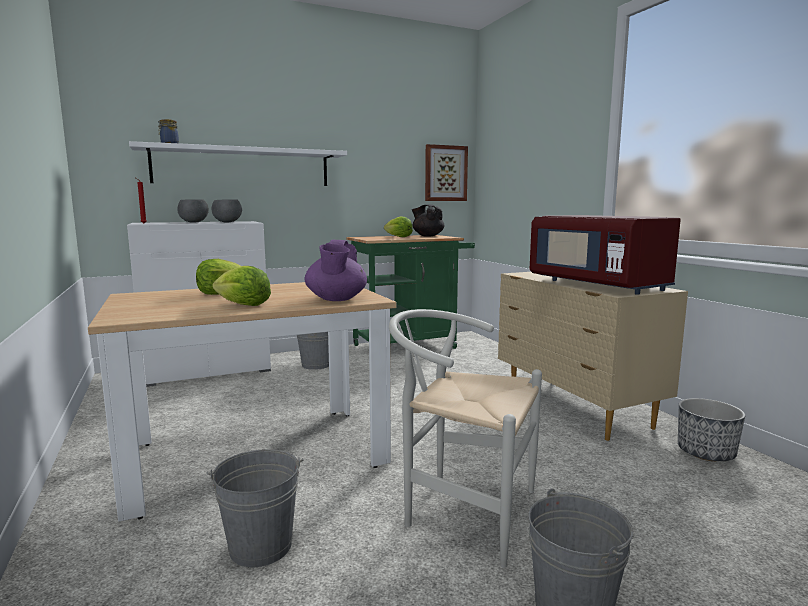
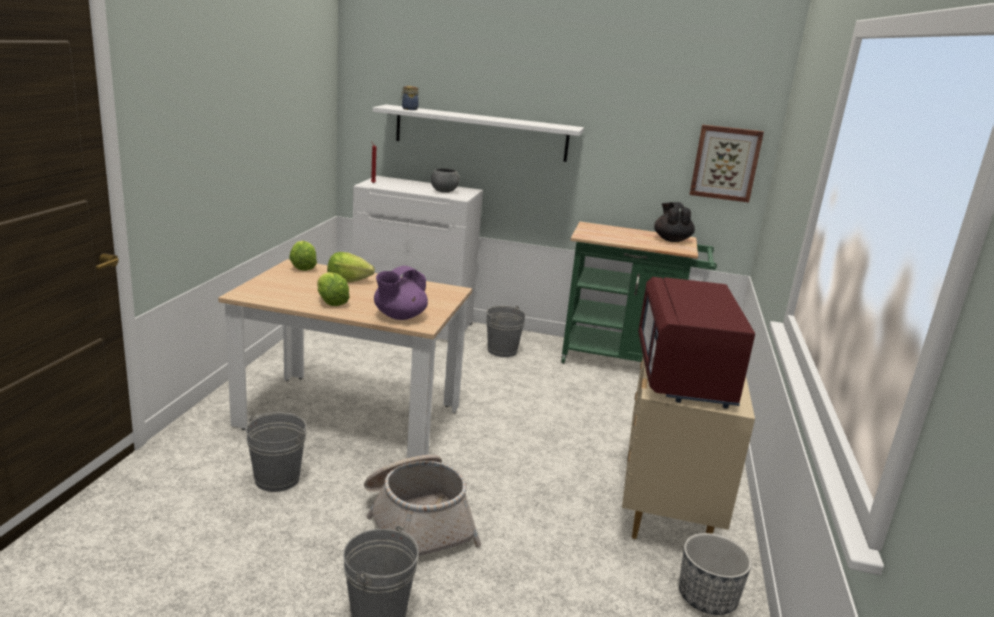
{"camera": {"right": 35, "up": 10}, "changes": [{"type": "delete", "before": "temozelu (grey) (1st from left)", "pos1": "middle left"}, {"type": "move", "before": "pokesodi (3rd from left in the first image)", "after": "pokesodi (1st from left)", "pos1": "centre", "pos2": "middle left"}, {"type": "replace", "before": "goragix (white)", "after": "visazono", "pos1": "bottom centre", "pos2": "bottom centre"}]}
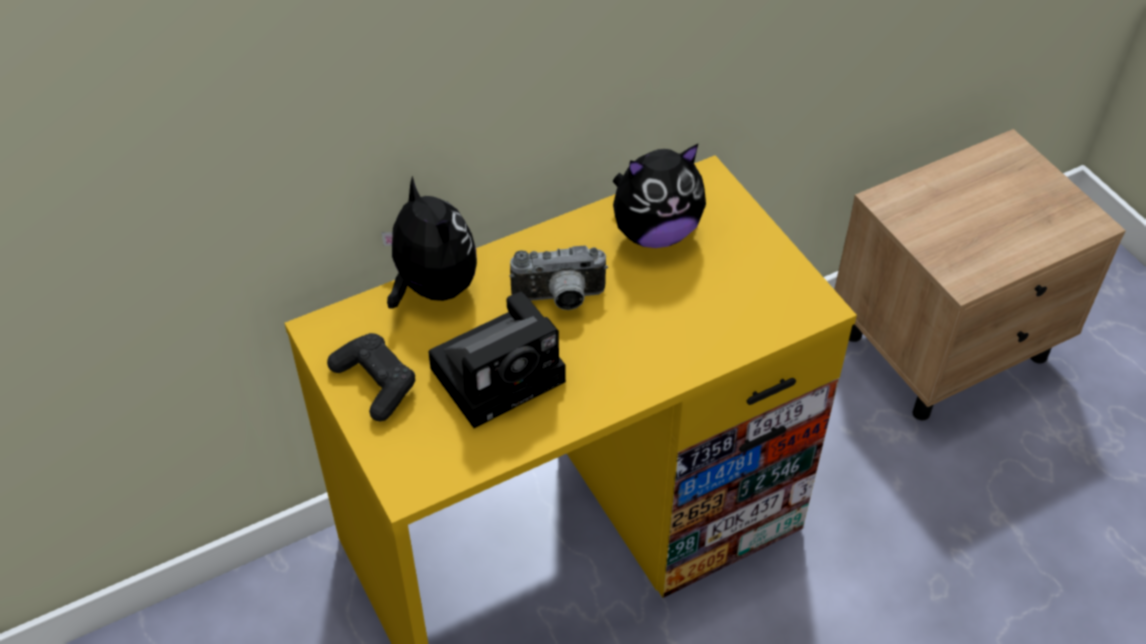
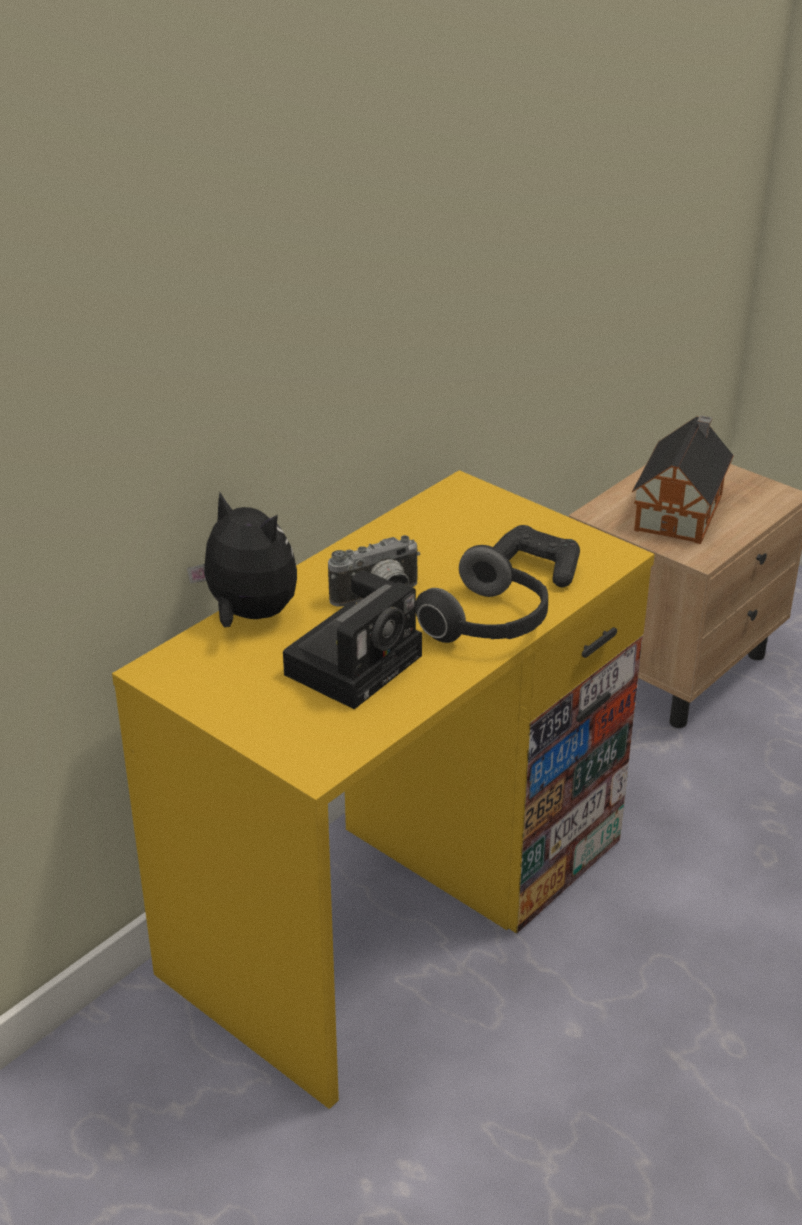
{"camera": {"right": -20, "up": -15}, "changes": [{"type": "delete", "before": "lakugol (2nd from left)", "pos1": "top centre"}, {"type": "insert", "after": "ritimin", "pos2": "centre"}, {"type": "insert", "after": "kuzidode", "pos2": "middle right"}, {"type": "move", "before": "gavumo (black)", "pos1": "middle left", "pos2": "middle right"}]}
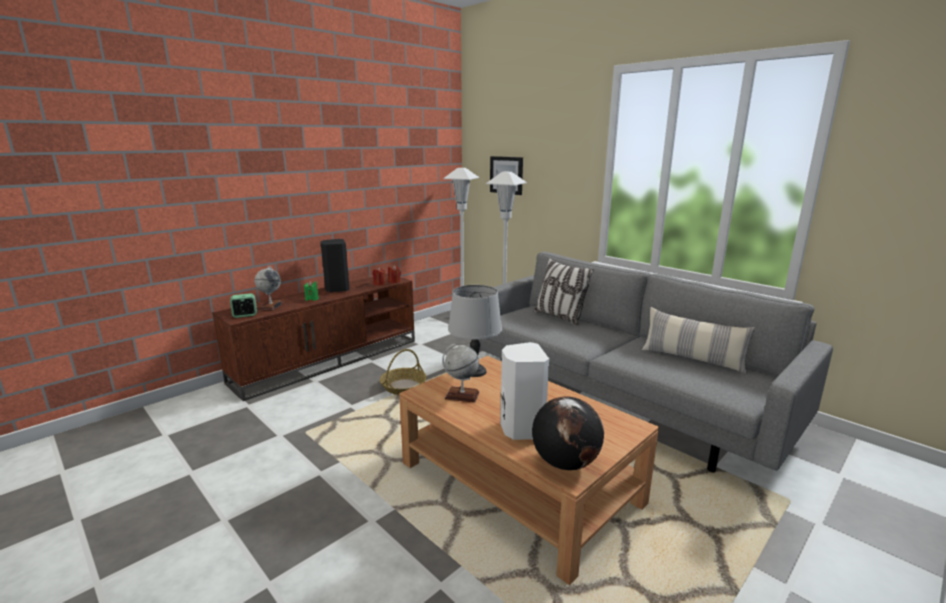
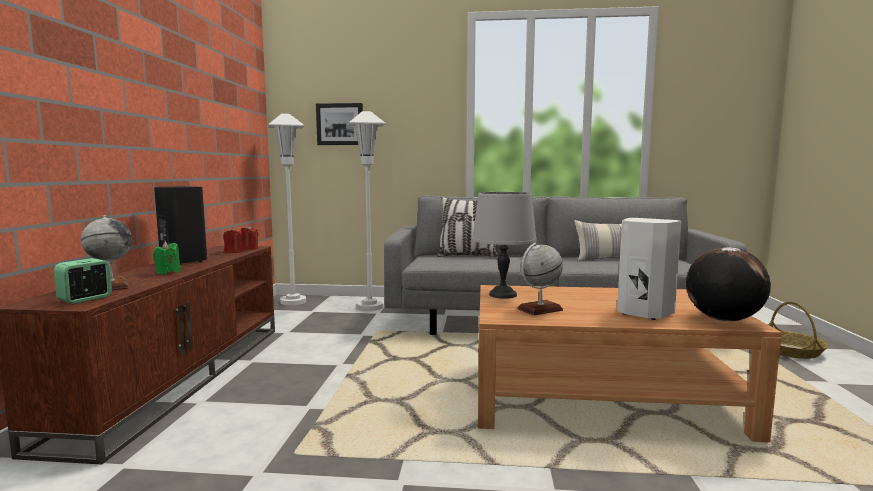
{"camera": {"right": -40, "up": -10}, "changes": [{"type": "move", "before": "visazono", "pos1": "centre", "pos2": "bottom right"}]}
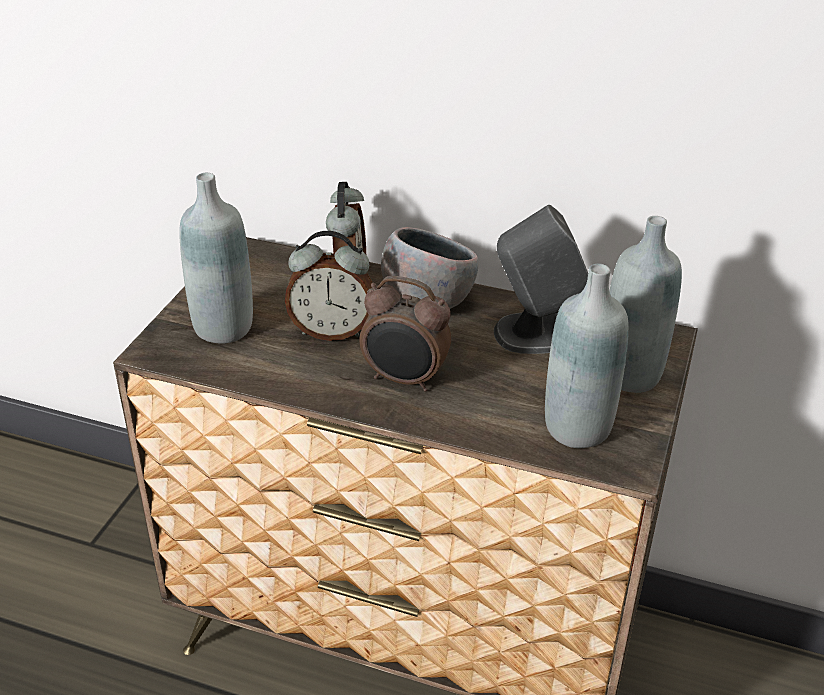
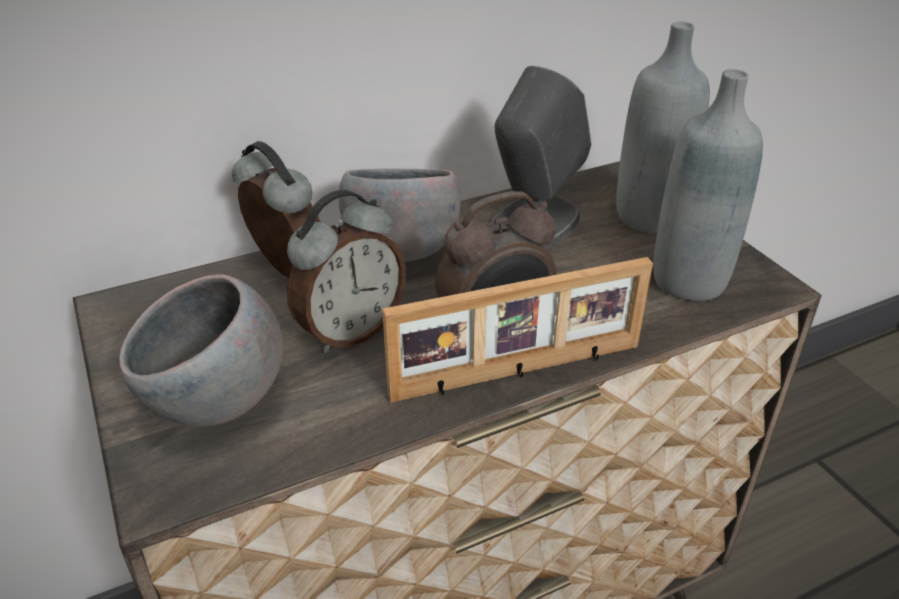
{"camera": {"right": -45, "up": 0}, "changes": [{"type": "insert", "after": "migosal", "pos2": "centre"}, {"type": "replace", "before": "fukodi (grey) (1st from left)", "after": "temozelu (grey) (1st from left)", "pos1": "middle left", "pos2": "middle left"}]}
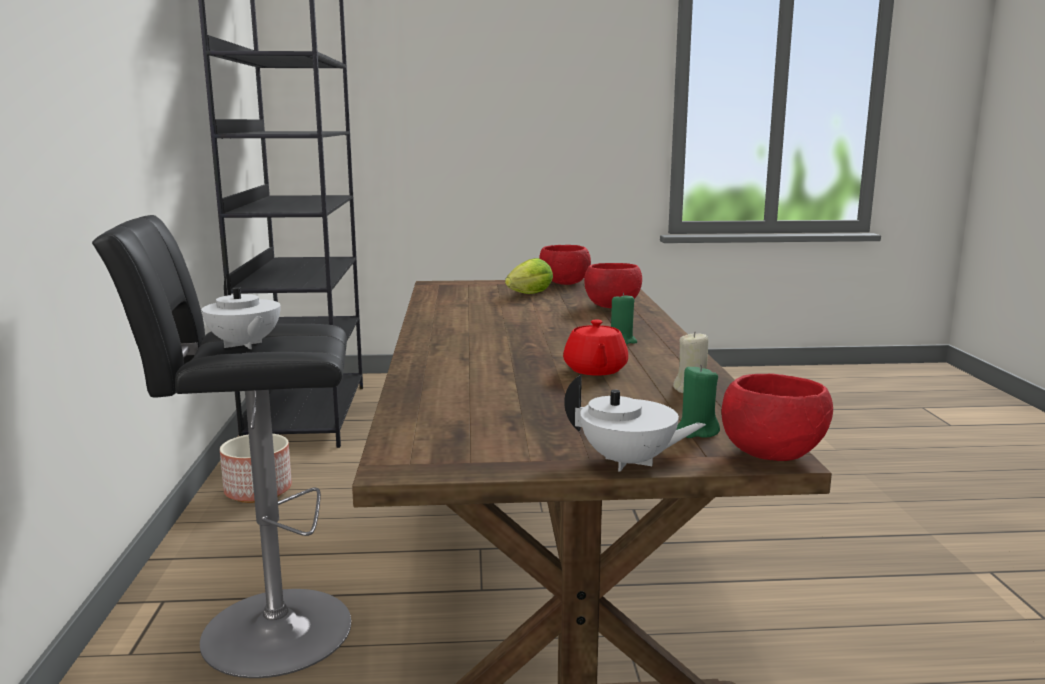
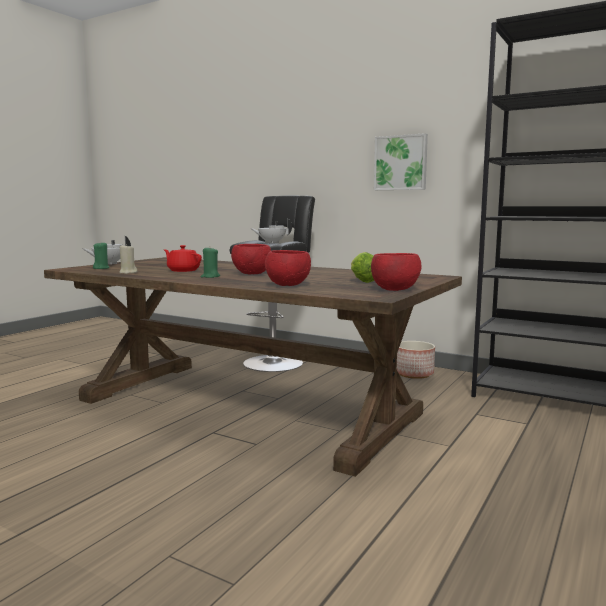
{"camera": {"right": 125, "up": -5}, "changes": [{"type": "insert", "after": "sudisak", "pos2": "top centre"}, {"type": "move", "before": "temozelu (red) (3rd from left in the first image)", "after": "temozelu (red) (1st from left)", "pos1": "middle right", "pos2": "centre"}]}
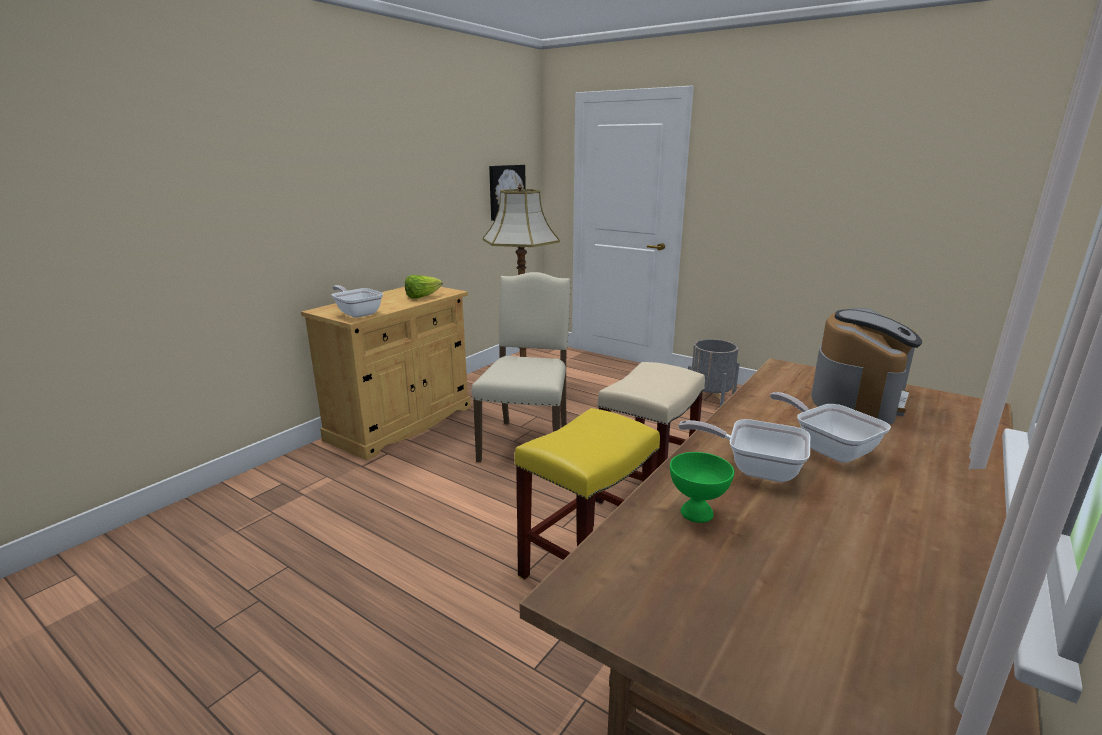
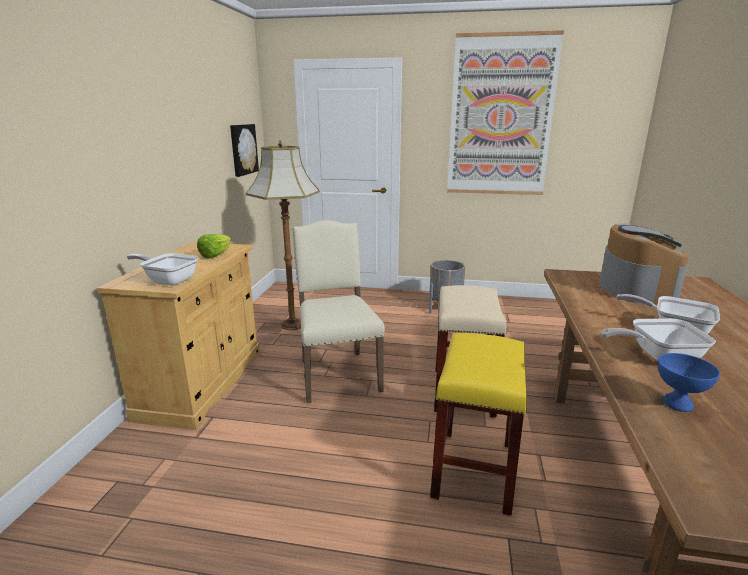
{"camera": {"right": -25, "up": 0}, "changes": [{"type": "insert", "after": "sudisak (2nd from left)", "pos2": "top right"}, {"type": "recolor", "before": "temozelu (green)", "after": "temozelu (blue)", "pos1": "centre", "pos2": "middle right"}]}
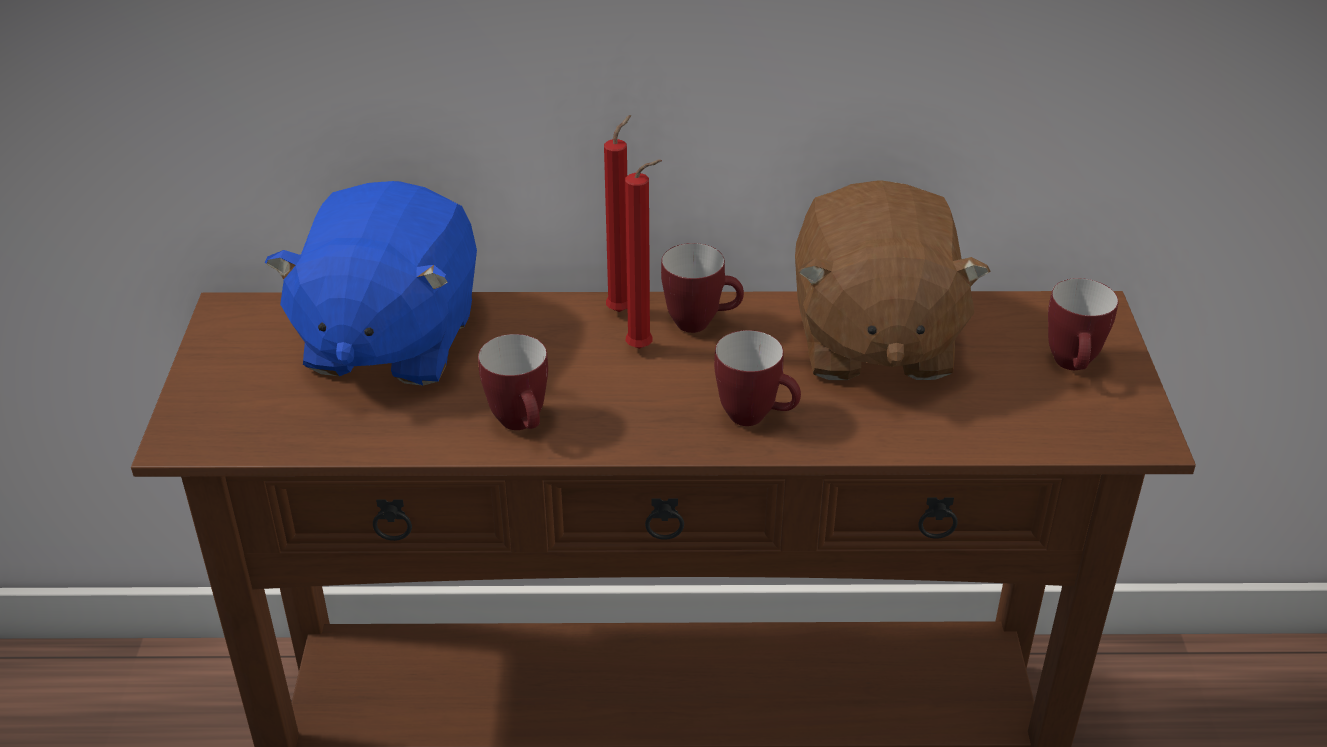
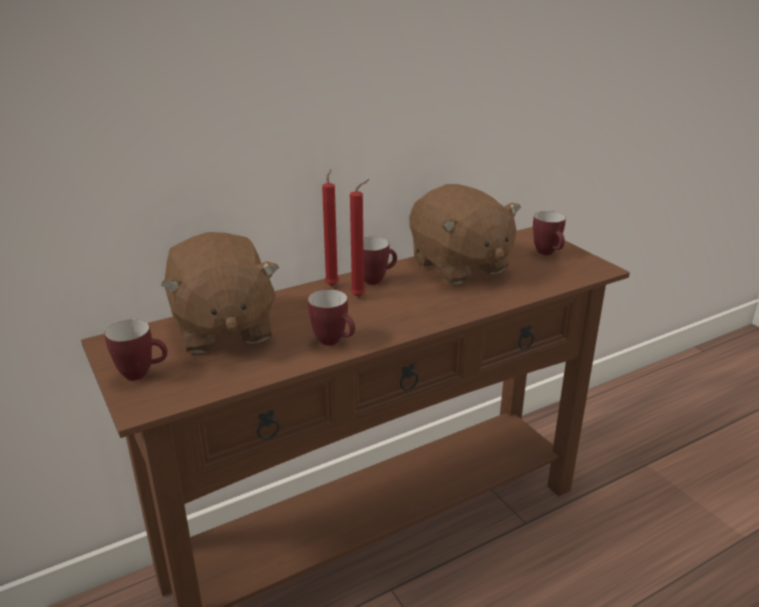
{"camera": {"right": -30, "up": -10}, "changes": [{"type": "move", "before": "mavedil (3rd from left in the first image)", "after": "mavedil (1st from left)", "pos1": "centre", "pos2": "middle left"}, {"type": "recolor", "before": "lakugol (blue)", "after": "lakugol (brown) (1st from left)", "pos1": "middle left", "pos2": "middle left"}]}
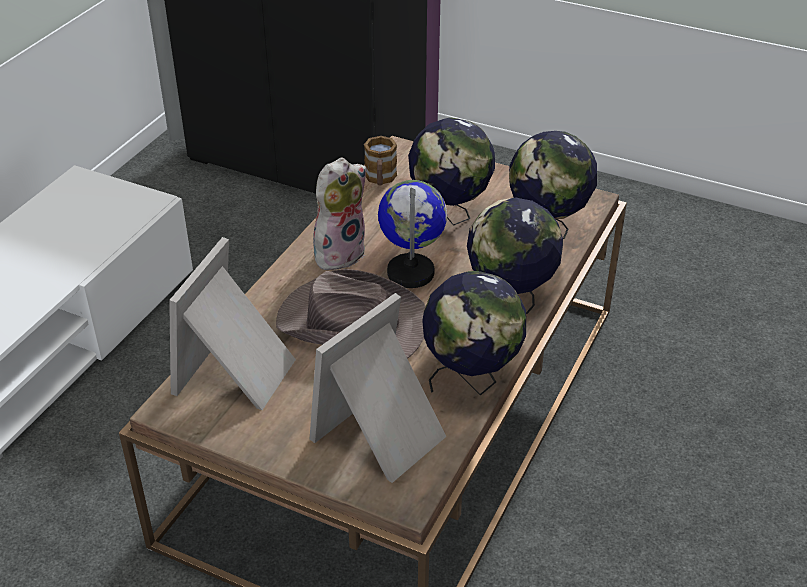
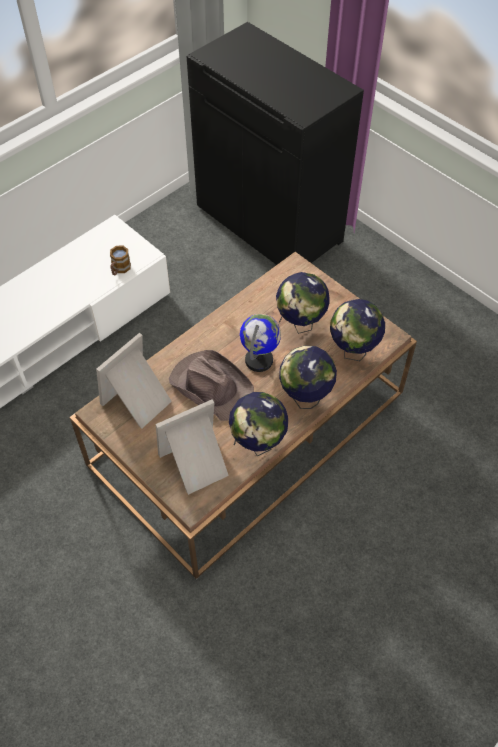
{"camera": {"right": 20, "up": 15}, "changes": [{"type": "delete", "before": "lakugol", "pos1": "centre"}, {"type": "move", "before": "mavedil", "pos1": "top centre", "pos2": "middle left"}]}
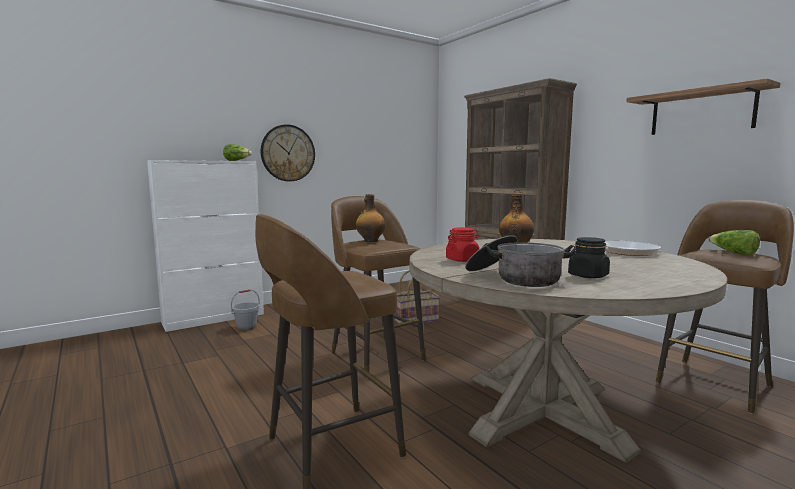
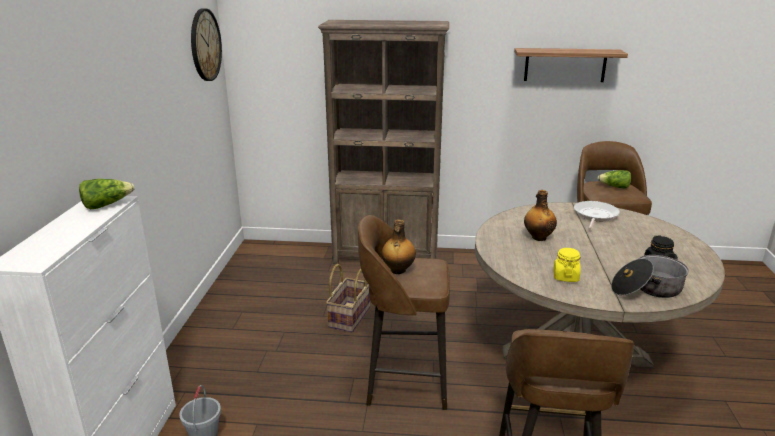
{"camera": {"right": -50, "up": 15}, "changes": [{"type": "move", "before": "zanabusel", "pos1": "top centre", "pos2": "top left"}, {"type": "recolor", "before": "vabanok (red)", "after": "vabanok (yellow)", "pos1": "centre", "pos2": "middle right"}]}
